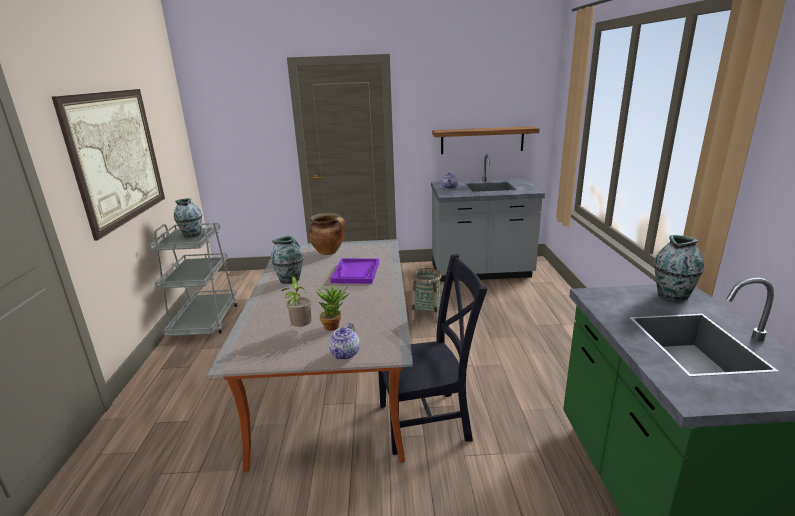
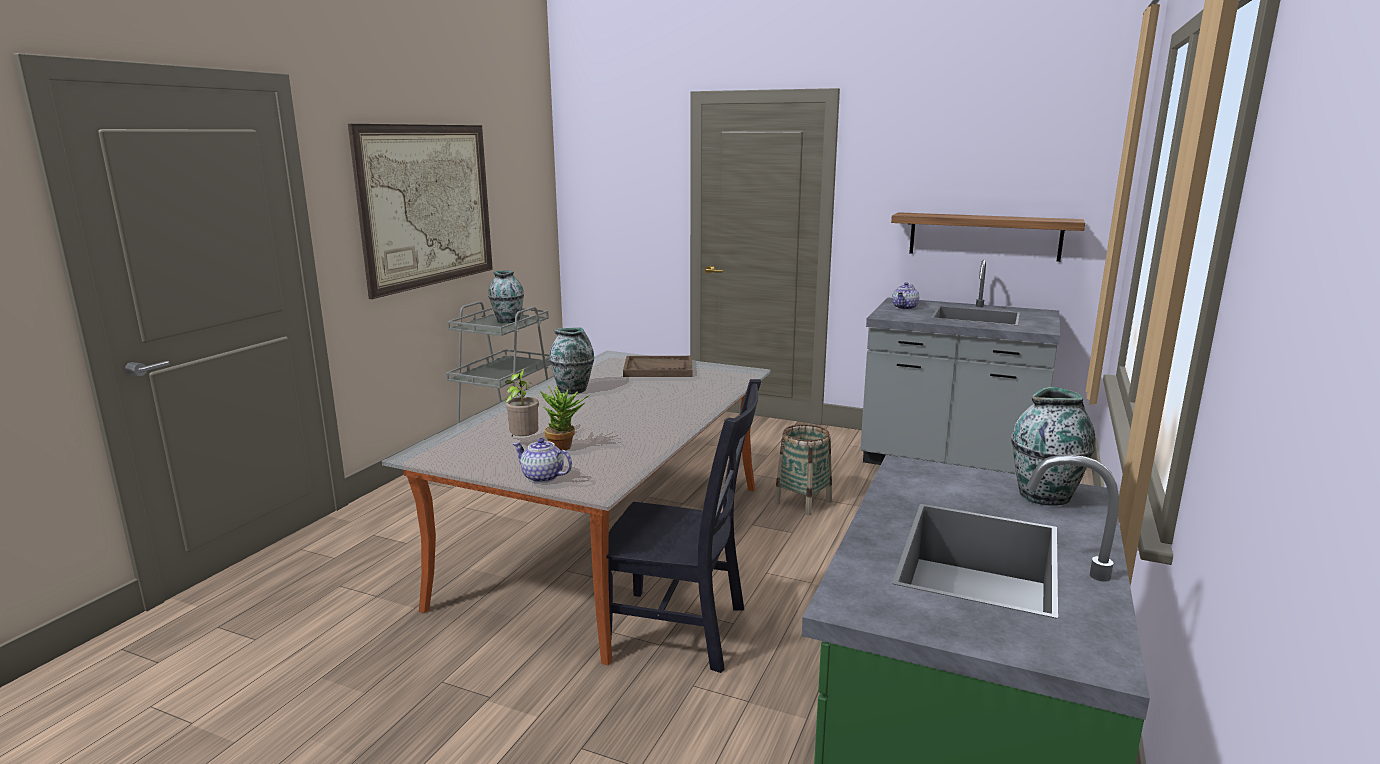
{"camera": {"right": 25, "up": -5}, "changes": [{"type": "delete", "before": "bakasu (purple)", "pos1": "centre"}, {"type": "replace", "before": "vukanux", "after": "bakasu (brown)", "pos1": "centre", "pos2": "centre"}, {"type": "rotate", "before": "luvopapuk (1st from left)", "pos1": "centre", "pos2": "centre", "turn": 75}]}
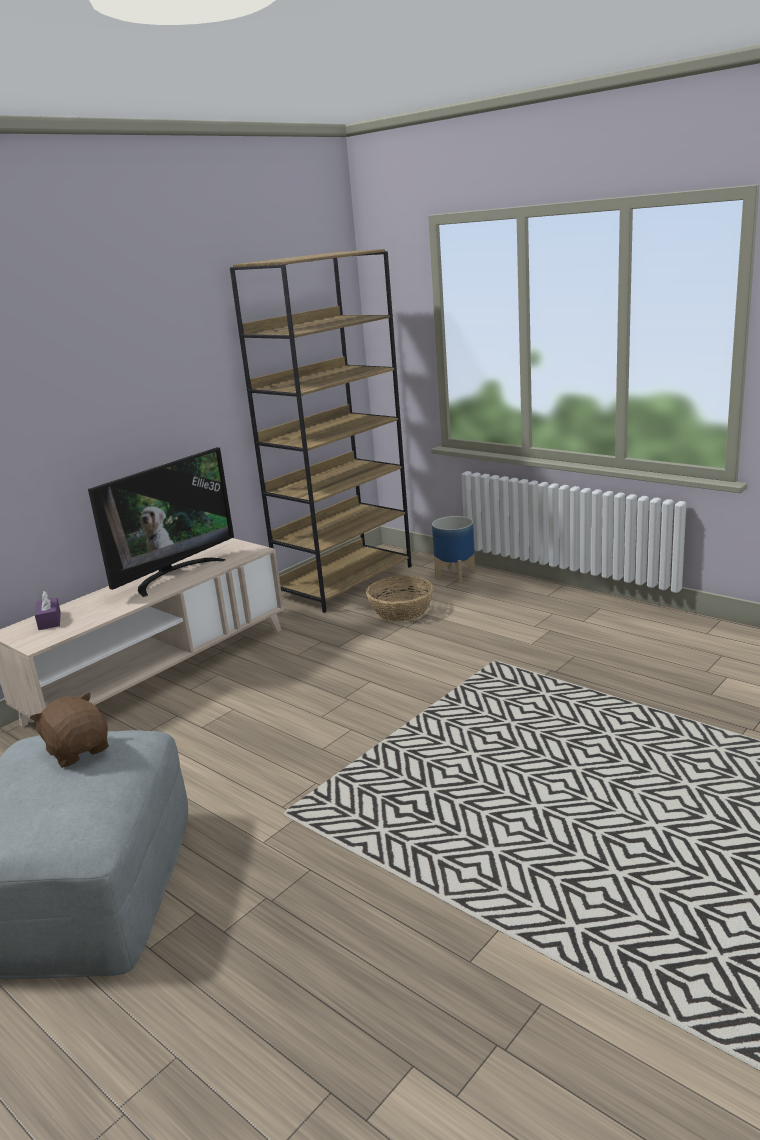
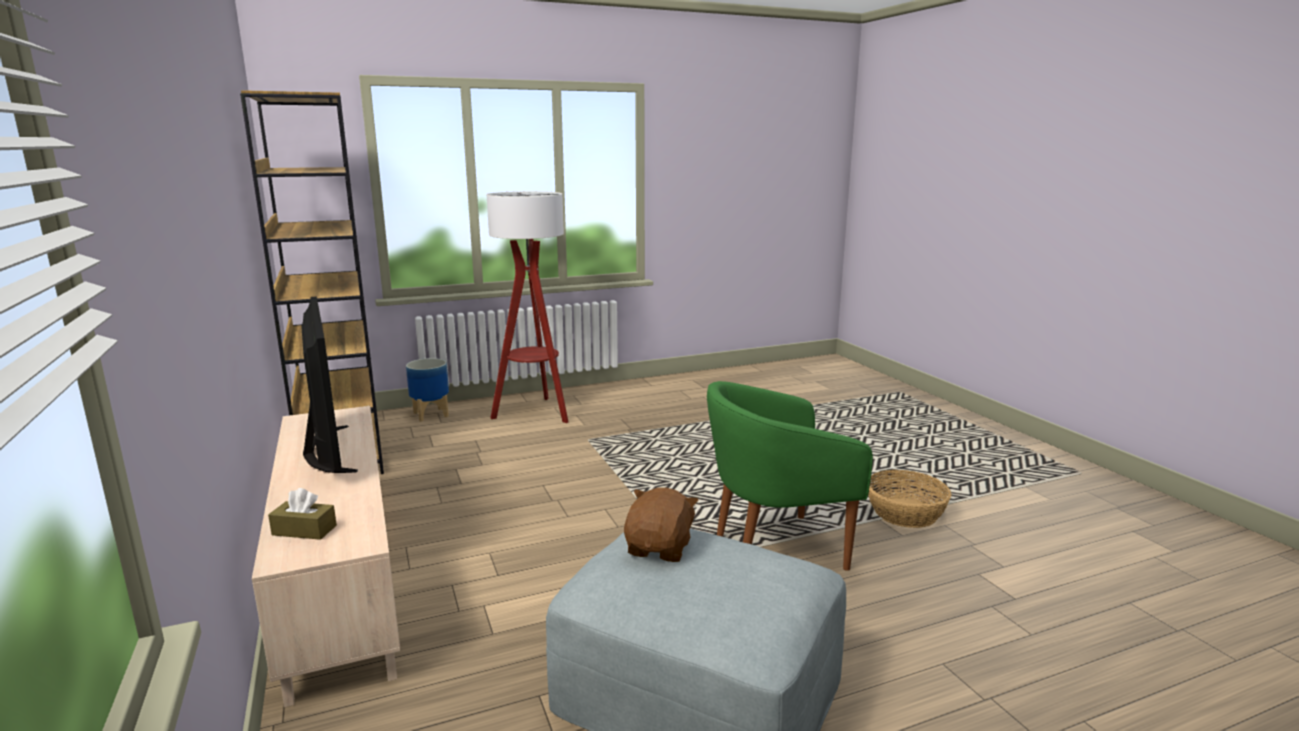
{"camera": {"right": -65, "up": -5}, "changes": [{"type": "insert", "after": "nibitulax", "pos2": "centre"}, {"type": "insert", "after": "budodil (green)", "pos2": "centre"}, {"type": "move", "before": "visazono", "pos1": "centre", "pos2": "bottom right"}, {"type": "recolor", "before": "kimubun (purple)", "after": "kimubun (brown)", "pos1": "middle left", "pos2": "bottom left"}, {"type": "rotate", "before": "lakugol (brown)", "pos1": "middle left", "pos2": "bottom centre", "turn": 120}]}
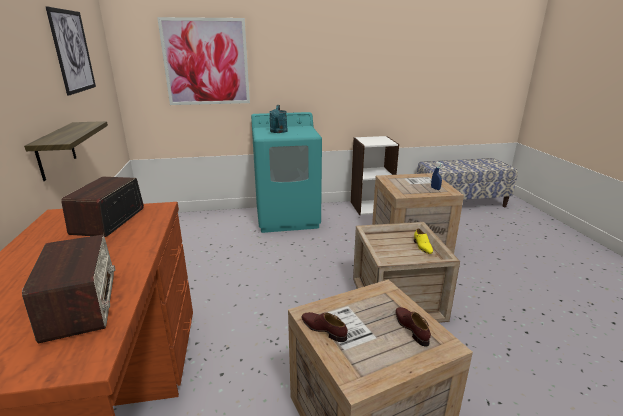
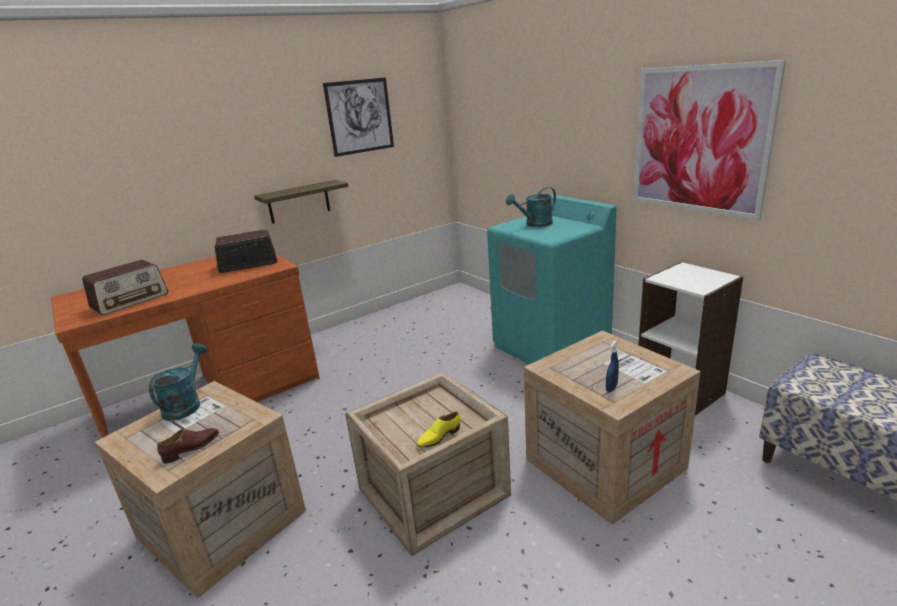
{"camera": {"right": 65, "up": 0}, "changes": [{"type": "move", "before": "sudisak (2nd from left)", "pos1": "top left", "pos2": "top right"}, {"type": "replace", "before": "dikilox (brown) (1st from left)", "after": "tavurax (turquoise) (1st from left)", "pos1": "bottom centre", "pos2": "middle left"}]}
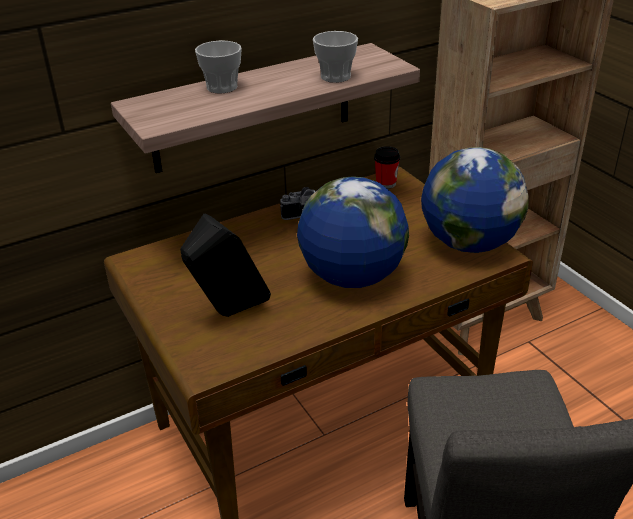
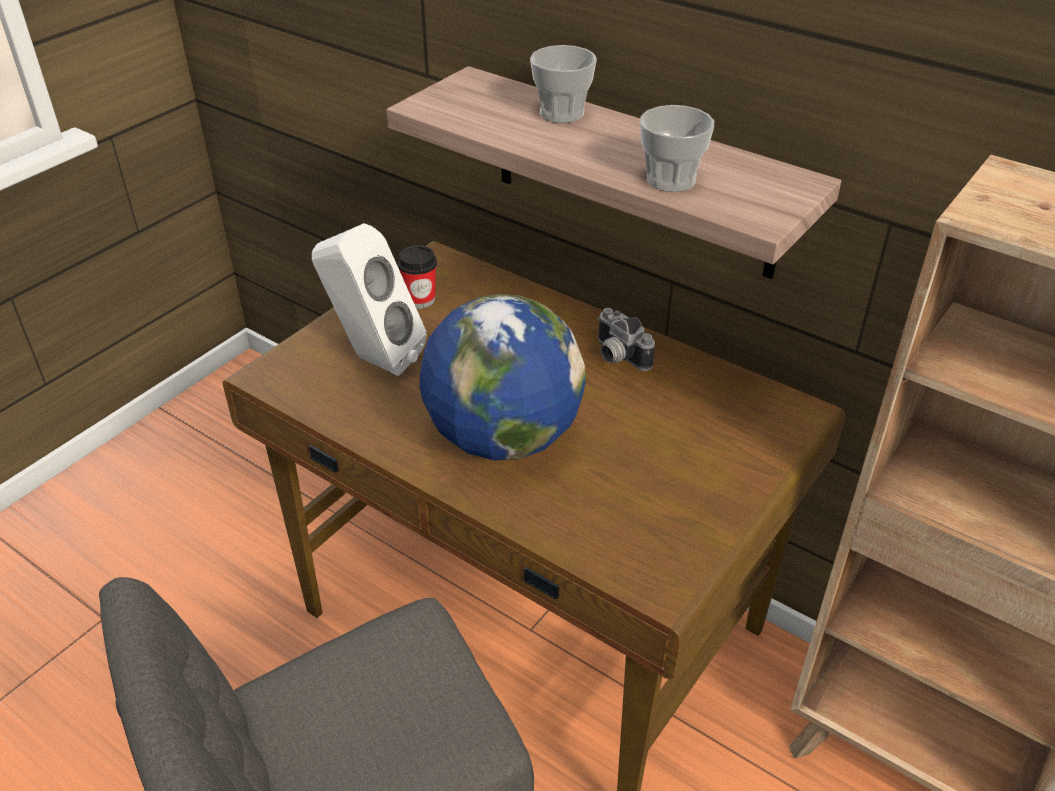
{"camera": {"right": 65, "up": 5}, "changes": [{"type": "delete", "before": "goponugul (2nd from left)", "pos1": "middle right"}, {"type": "move", "before": "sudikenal (3rd from left in the first image)", "after": "sudikenal (1st from left)", "pos1": "top centre", "pos2": "centre"}, {"type": "recolor", "before": "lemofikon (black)", "after": "lemofikon (white)", "pos1": "centre", "pos2": "centre"}]}
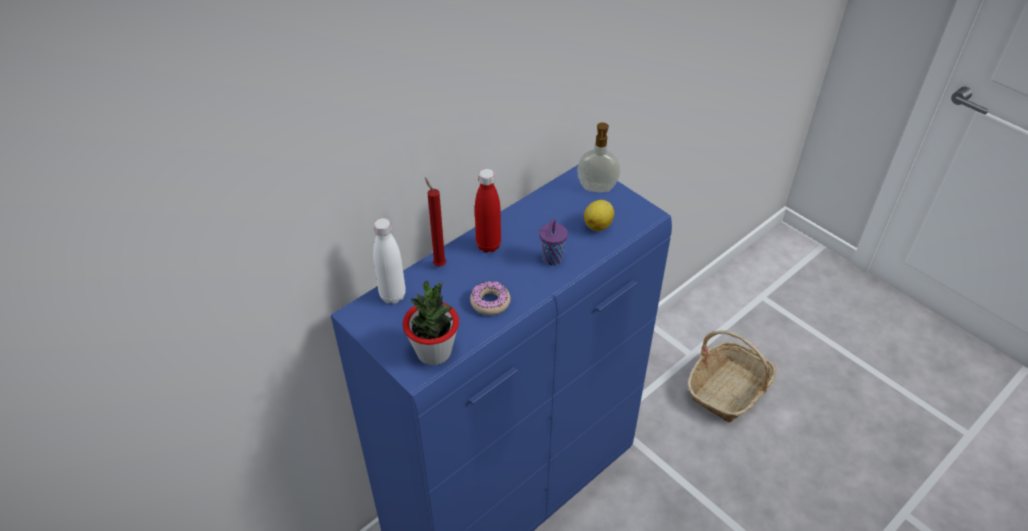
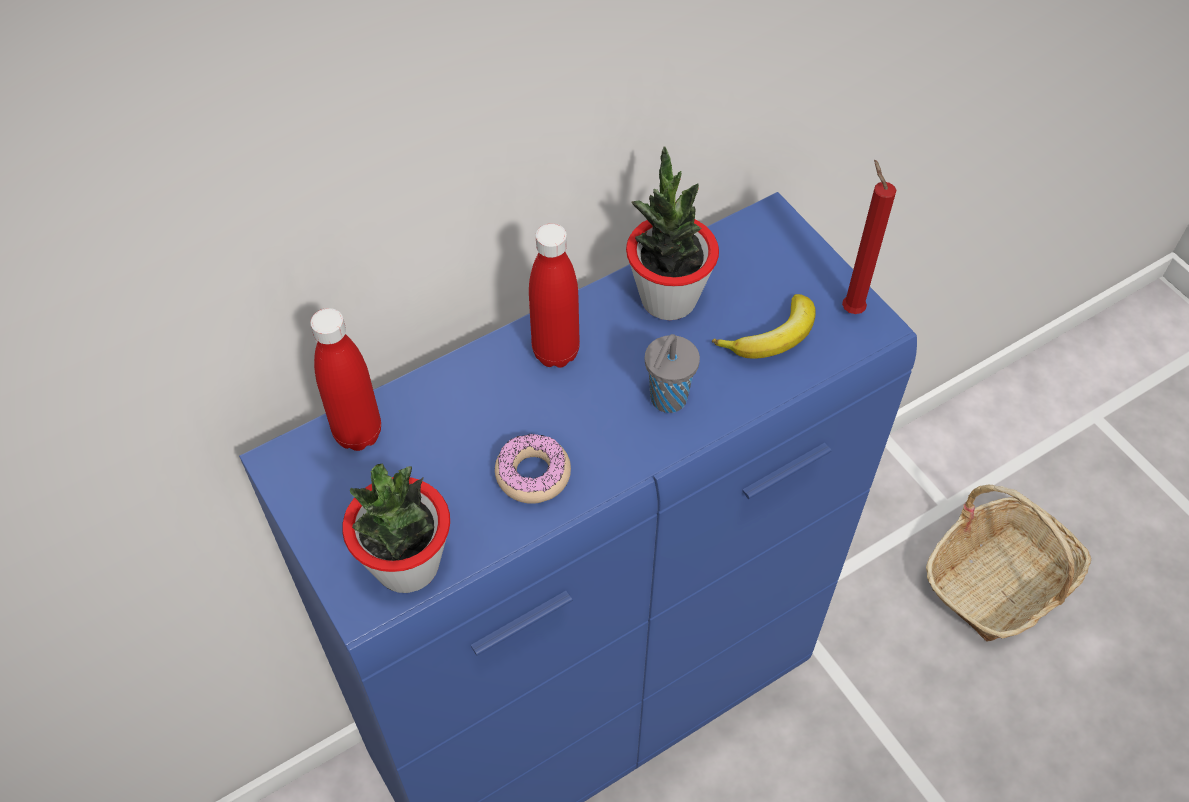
{"camera": {"right": 10, "up": 10}, "changes": [{"type": "delete", "before": "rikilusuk", "pos1": "top centre"}, {"type": "insert", "after": "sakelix (2nd from left)", "pos2": "top centre"}, {"type": "move", "before": "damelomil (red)", "pos1": "centre", "pos2": "top right"}, {"type": "replace", "before": "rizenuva", "after": "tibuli", "pos1": "centre", "pos2": "centre"}, {"type": "recolor", "before": "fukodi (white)", "after": "fukodi (red) (1st from left)", "pos1": "centre", "pos2": "middle left"}, {"type": "recolor", "before": "sudikenal (purple)", "after": "sudikenal (grey)", "pos1": "centre", "pos2": "centre"}]}
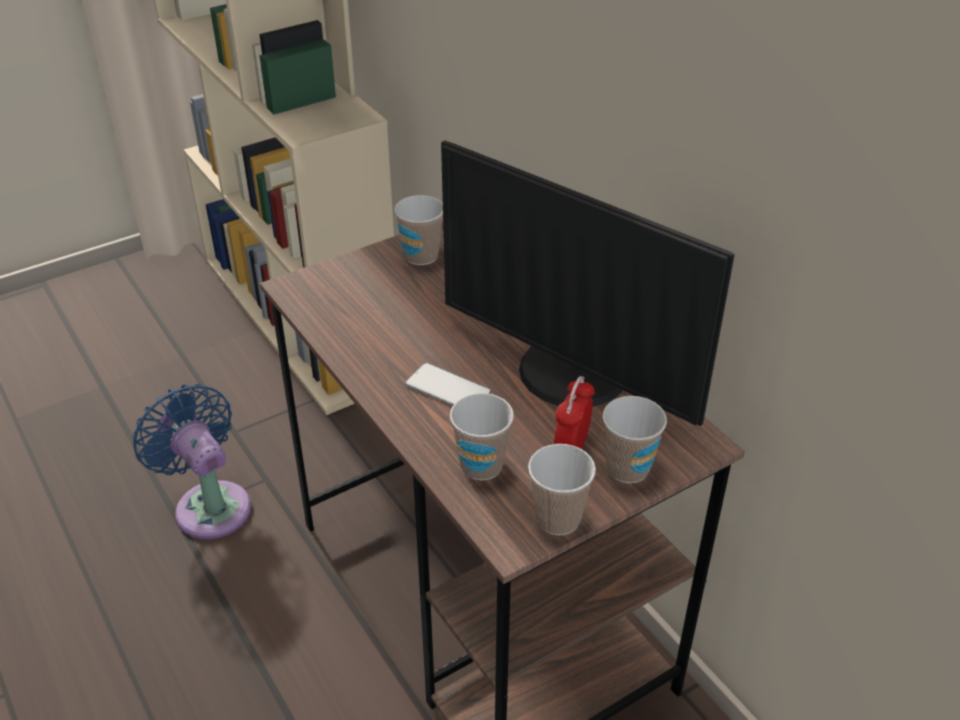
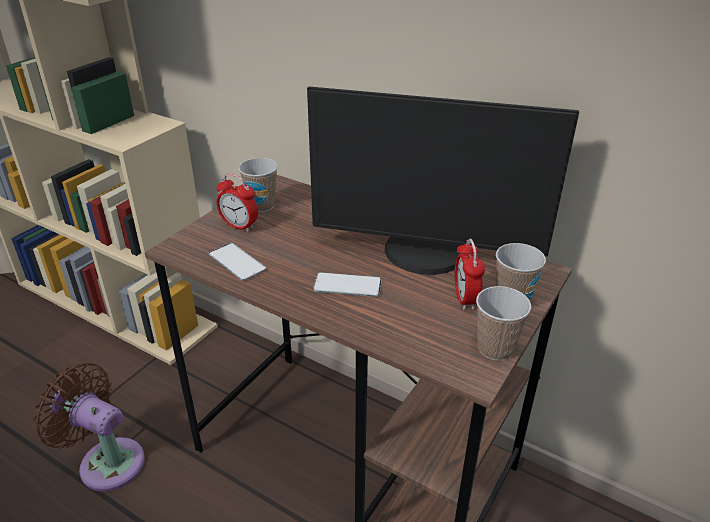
{"camera": {"right": -25, "up": -5}, "changes": [{"type": "delete", "before": "sudikenal (2nd from left)", "pos1": "centre"}, {"type": "insert", "after": "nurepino (1st from left)", "pos2": "centre"}, {"type": "insert", "after": "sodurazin (1st from left)", "pos2": "centre"}, {"type": "recolor", "before": "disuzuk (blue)", "after": "disuzuk (brown)", "pos1": "middle left", "pos2": "bottom left"}]}
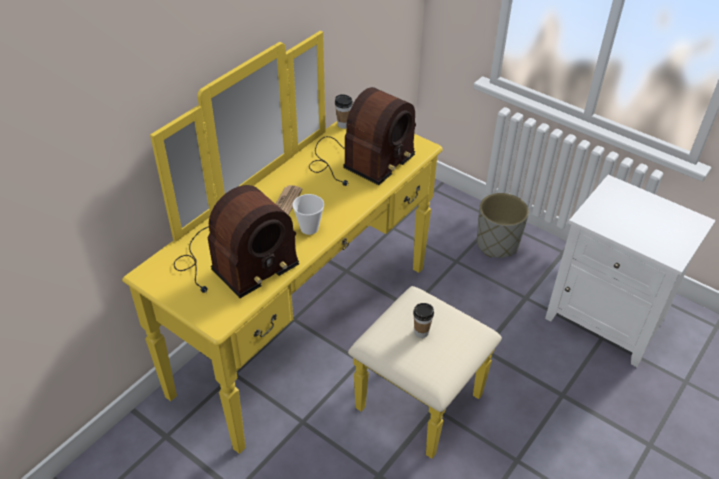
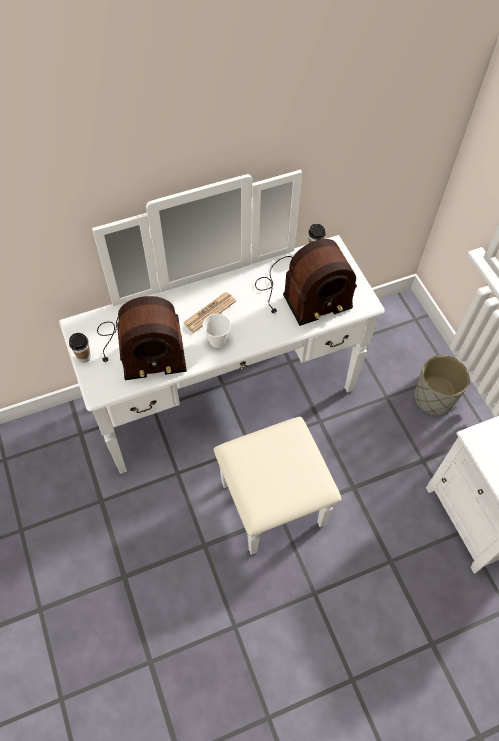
{"camera": {"right": 30, "up": 15}, "changes": [{"type": "move", "before": "sudikenal (3rd from left in the first image)", "after": "sudikenal (1st from left)", "pos1": "bottom centre", "pos2": "middle left"}, {"type": "recolor", "before": "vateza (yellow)", "after": "vateza (white)", "pos1": "centre", "pos2": "centre"}]}
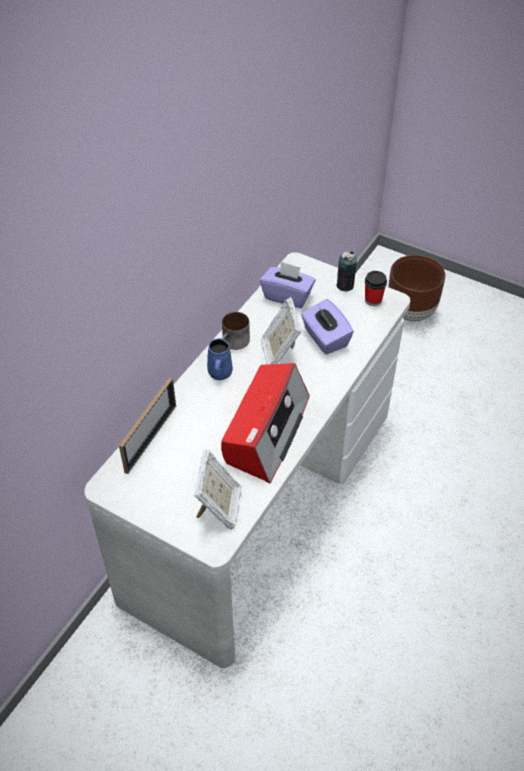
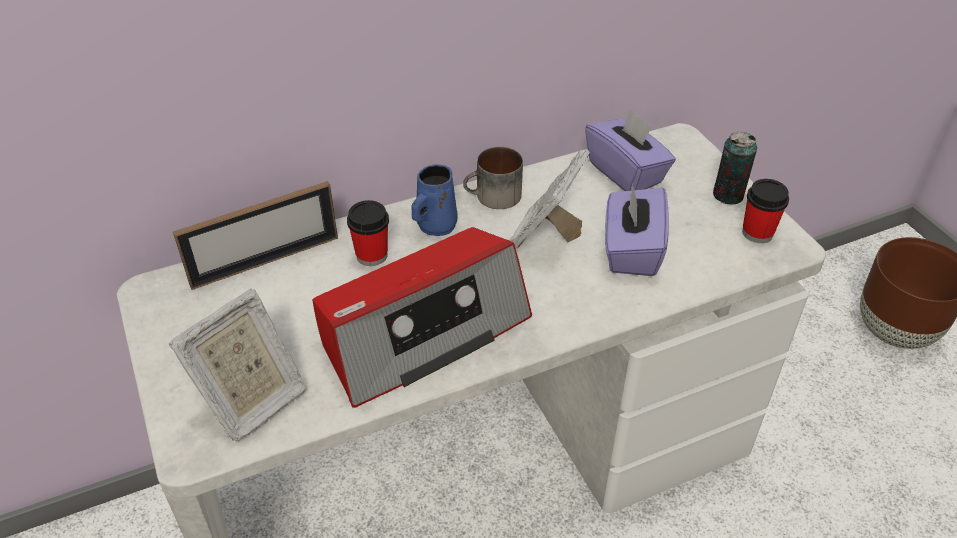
{"camera": {"right": 35, "up": -5}, "changes": [{"type": "insert", "after": "sudikenal (1st from left)", "pos2": "centre"}]}
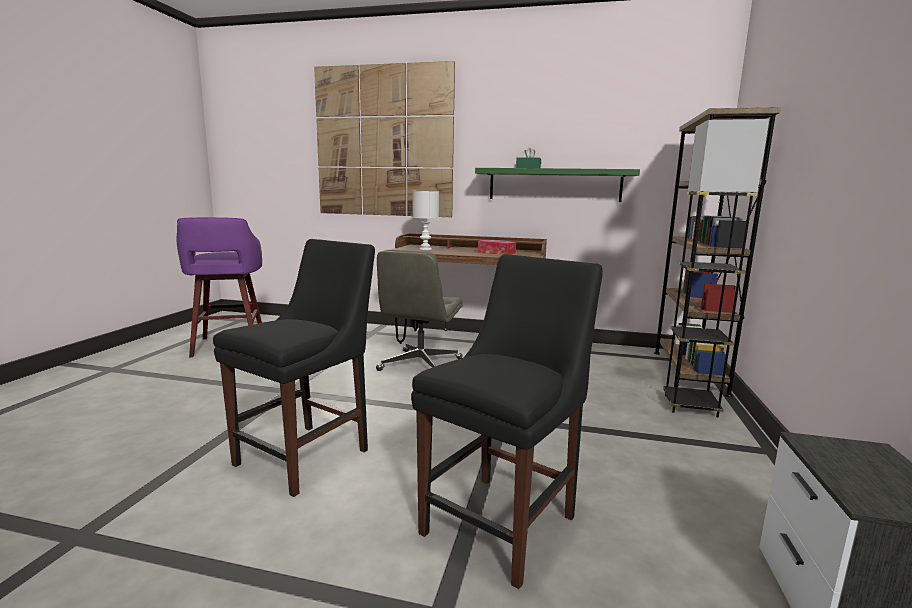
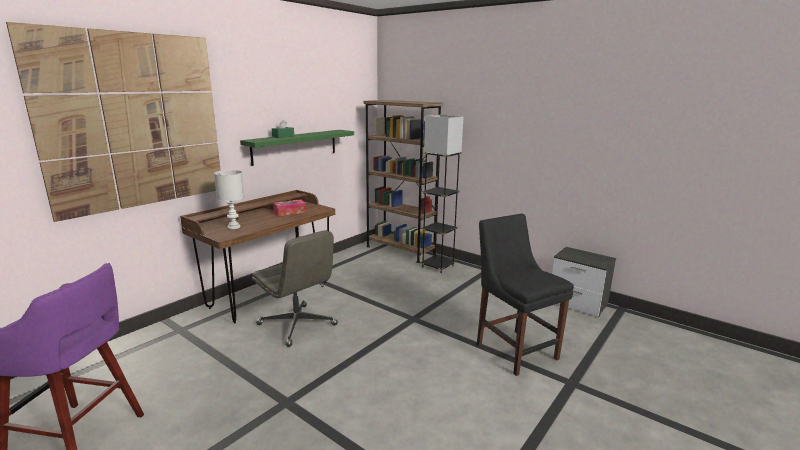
{"camera": {"right": -65, "up": 5}, "changes": [{"type": "delete", "before": "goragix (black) (1st from left)", "pos1": "middle left"}]}
